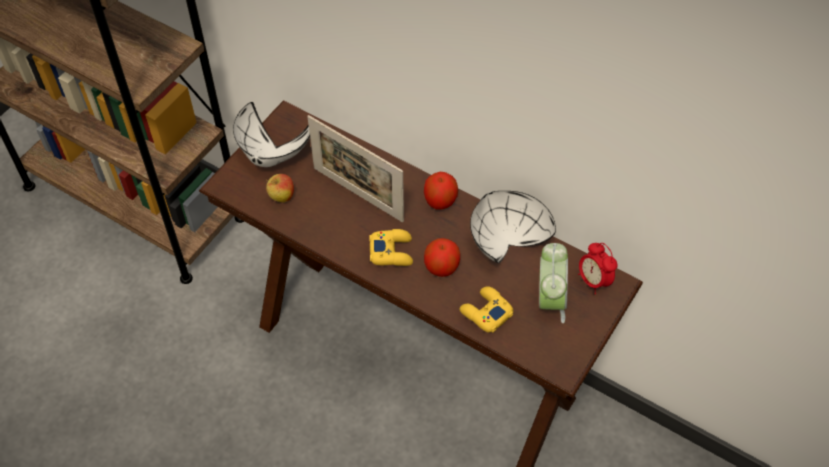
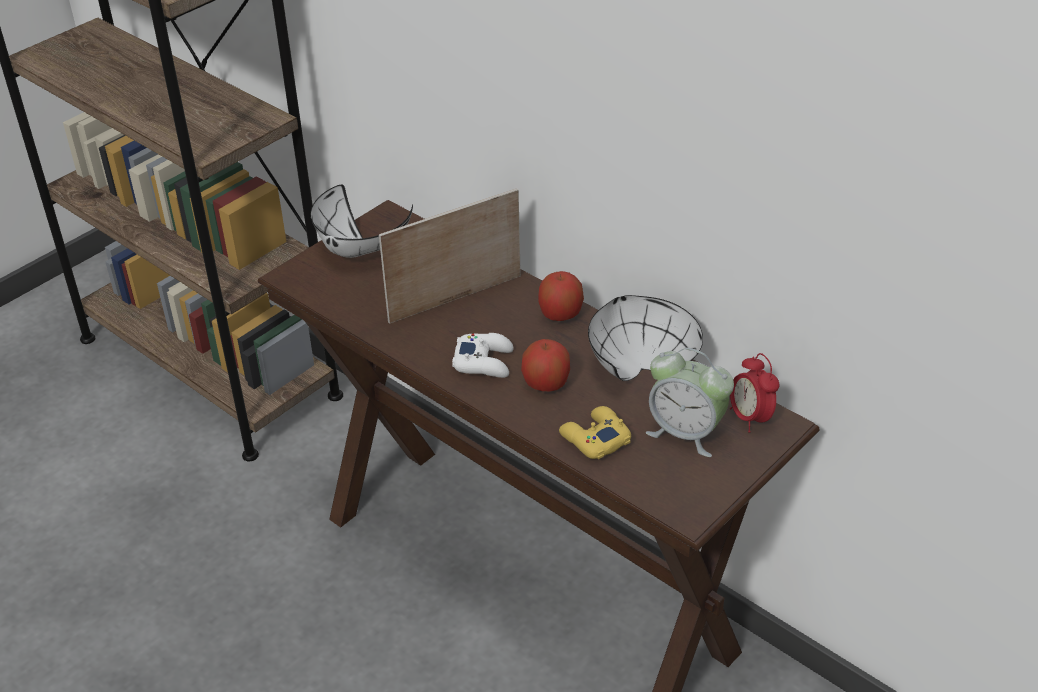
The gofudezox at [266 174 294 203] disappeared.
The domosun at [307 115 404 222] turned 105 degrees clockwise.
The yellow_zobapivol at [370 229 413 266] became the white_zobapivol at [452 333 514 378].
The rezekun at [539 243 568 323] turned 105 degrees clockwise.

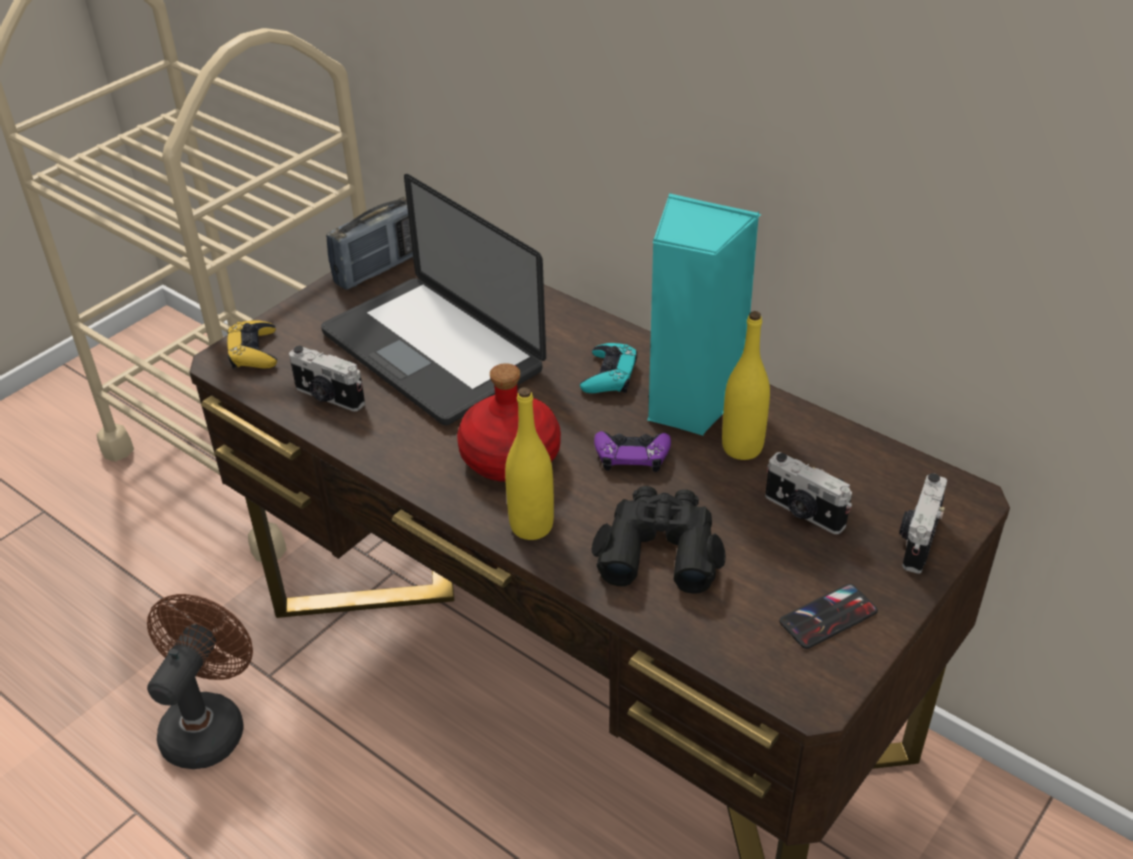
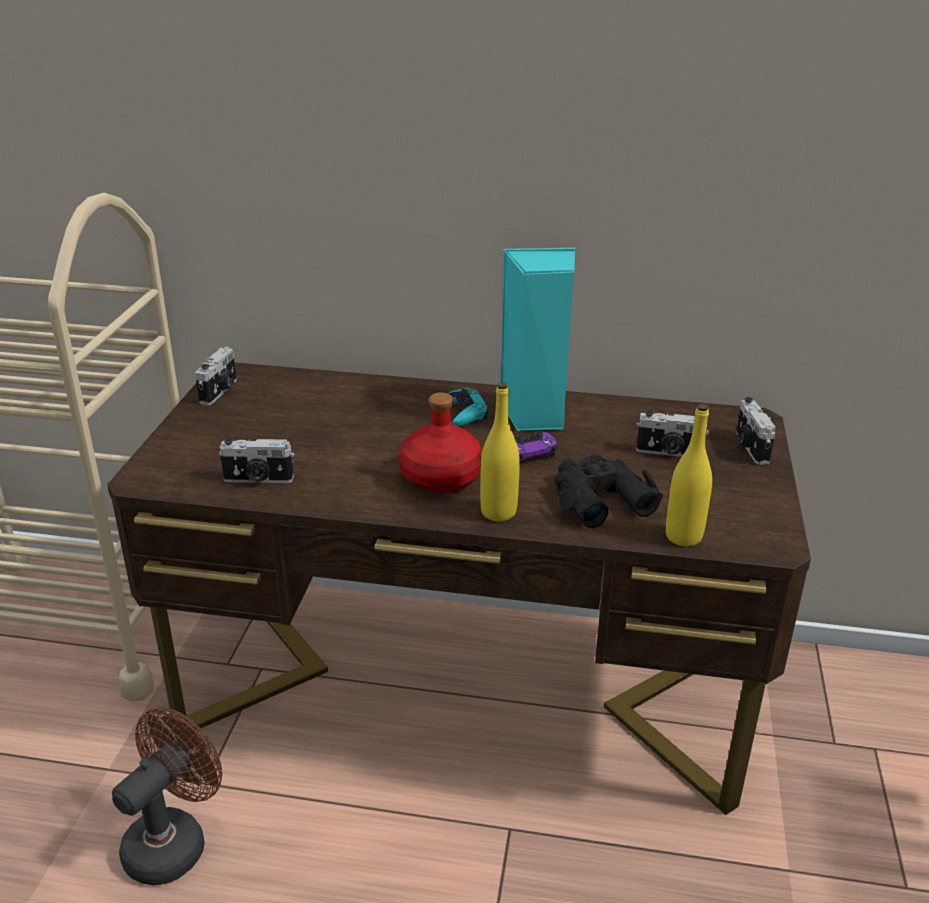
The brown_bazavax at [147 594 253 769] turned 45 degrees clockwise.
The yellow_zobapivol at [227 320 277 369] disappeared.
The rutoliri at [321 174 546 425] disappeared.
The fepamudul at [326 196 413 290] was replaced by the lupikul at [195 347 237 405].
The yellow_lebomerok moved from [722 311 770 460] to [666 404 712 546].
The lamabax at [779 584 878 649] disappeared.

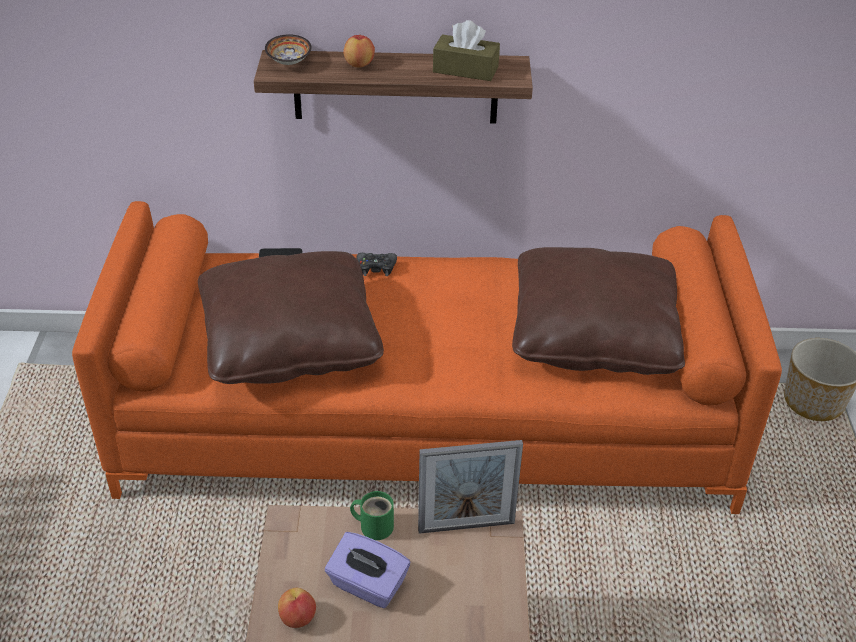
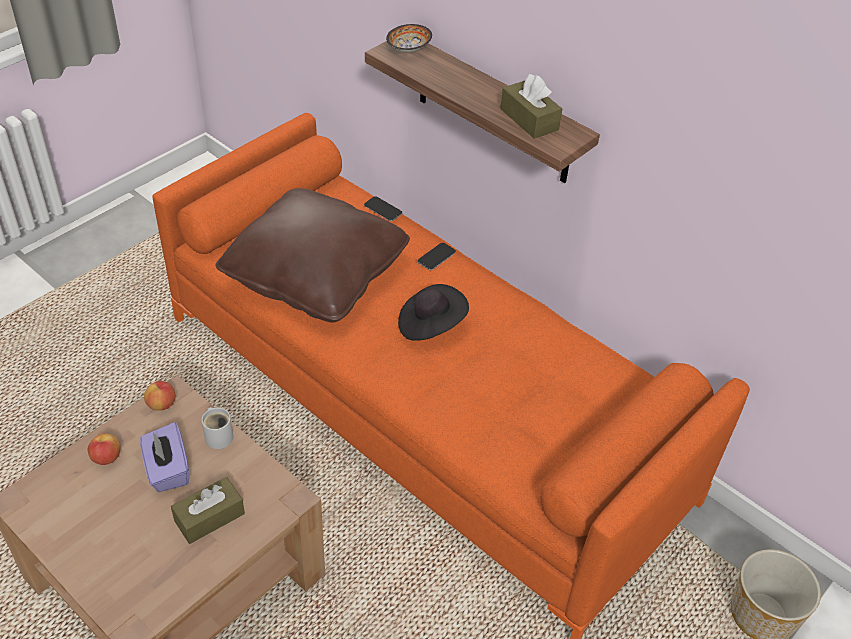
The gofudezox moved from [343 35 375 67] to [144 381 176 411].
The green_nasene at [350 491 394 540] became the white_nasene at [201 407 233 449].
The black_zobapivol at [356 253 397 276] was replaced by the lamabax at [417 243 456 270].
The domosun at [418 440 523 534] disappeared.
The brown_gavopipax at [512 247 685 375] disappeared.
The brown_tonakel at [171 477 245 544] appeared.
The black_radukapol at [398 284 469 341] appeared.

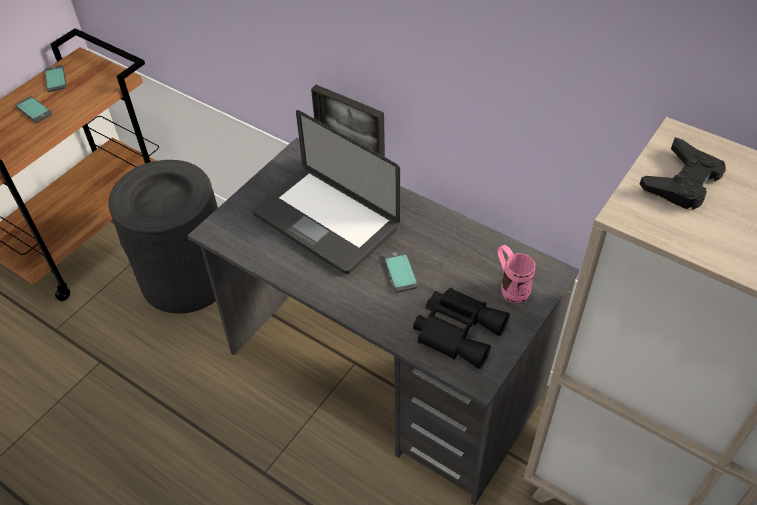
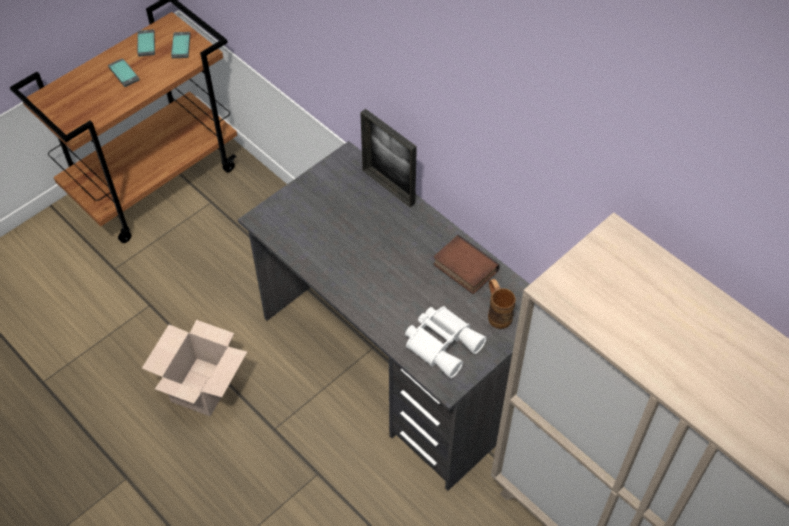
The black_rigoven at [109 160 218 314] disappeared.
The rutoliri at [252 110 400 274] disappeared.
The lamabax moved from [383 250 418 293] to [171 32 191 58].
The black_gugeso at [413 287 510 369] became the white_gugeso at [405 306 487 378].
The pink_nasene at [497 245 535 303] became the brown_nasene at [488 279 516 329].
The black_zobapivol at [640 137 726 210] disappeared.
The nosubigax at [142 320 247 417] appeared.
The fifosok at [433 234 500 294] appeared.

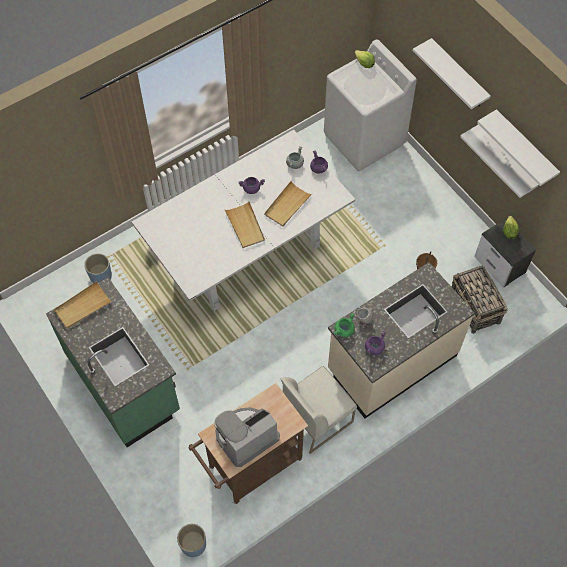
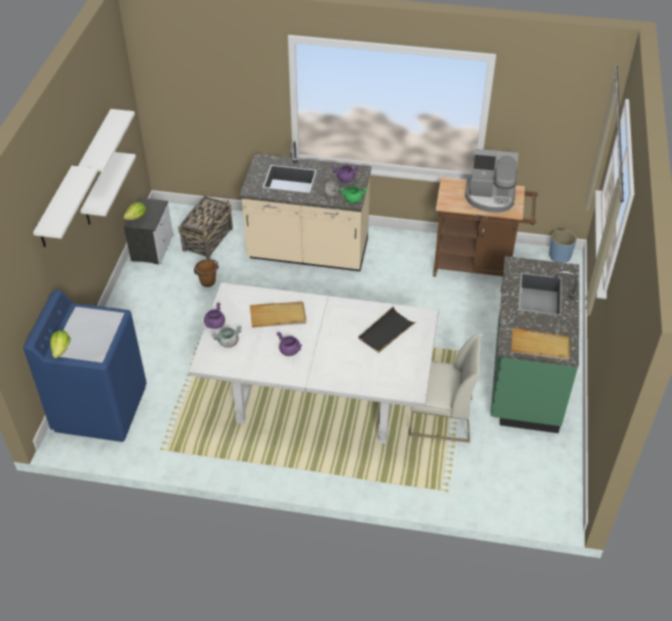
The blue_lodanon at [84 253 112 283] disappeared.
The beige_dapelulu at [224 202 265 248] disappeared.
The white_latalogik moved from [280 366 357 454] to [409 332 481 443].
The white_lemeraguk at [324 39 417 171] became the blue_lemeraguk at [23 290 147 442].
The black_dapelulu at [358 306 416 353] appeared.

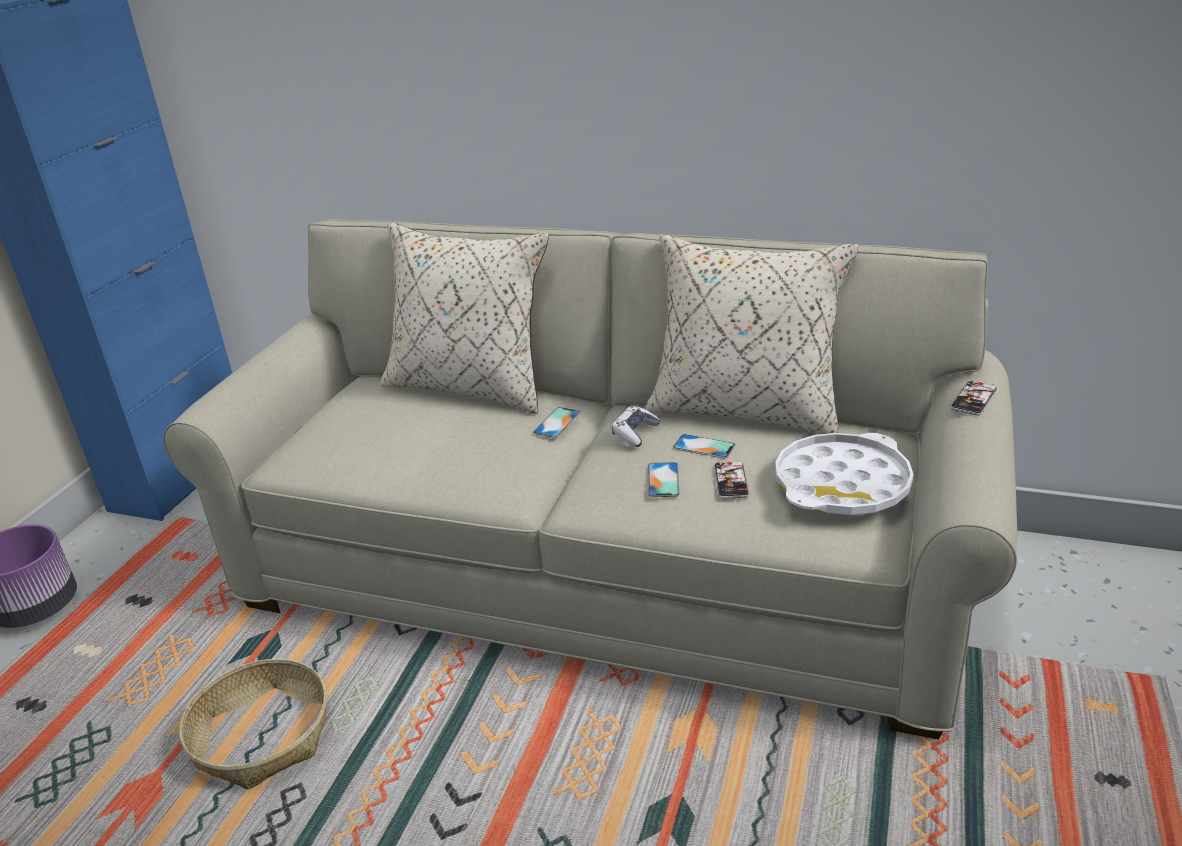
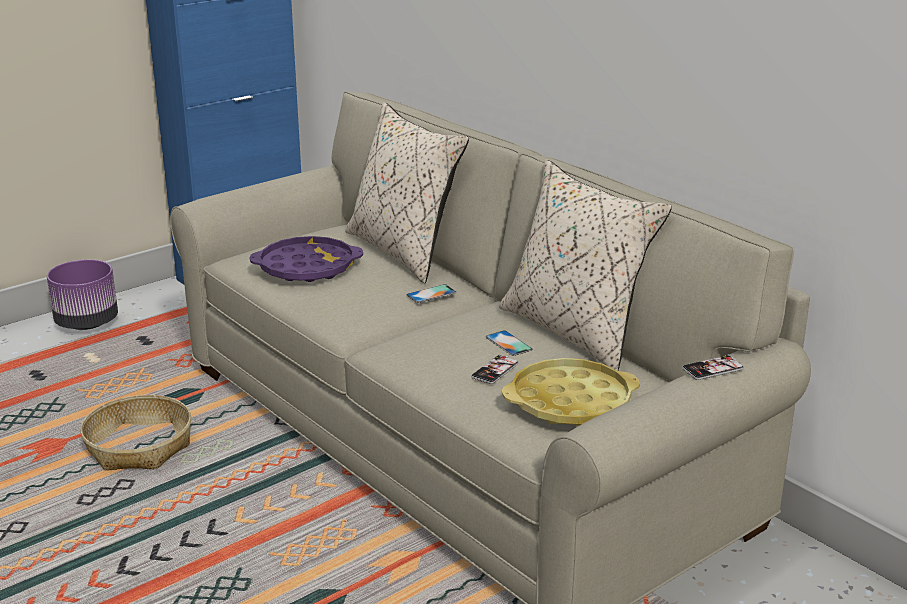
The zobapivol at [612 406 660 447] disappeared.
The lamabax at [648 462 680 497] disappeared.
The white_dapelulu at [775 433 913 516] became the yellow_dapelulu at [502 358 640 426].
The purple_dapelulu at [250 236 363 282] appeared.

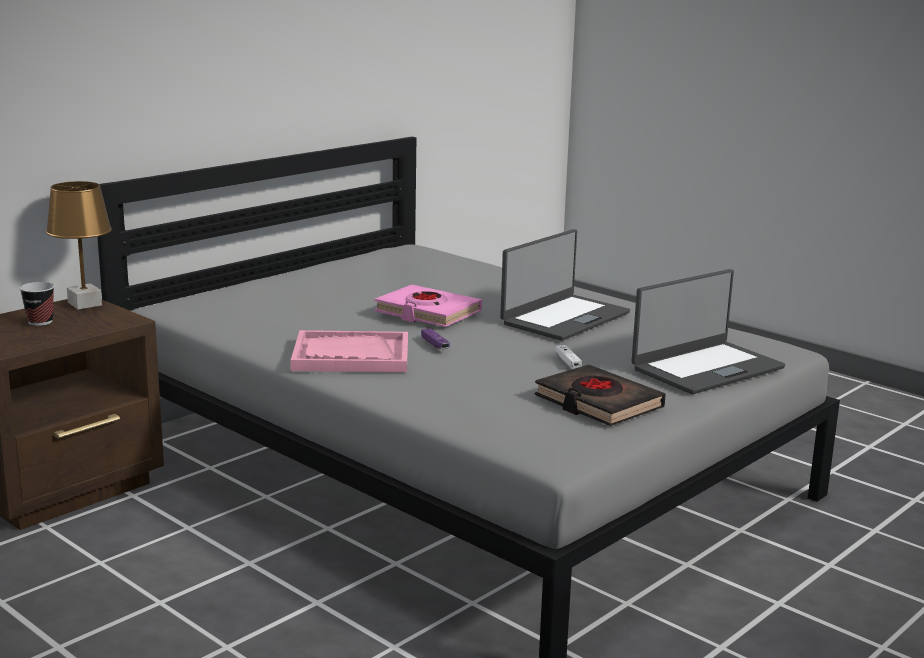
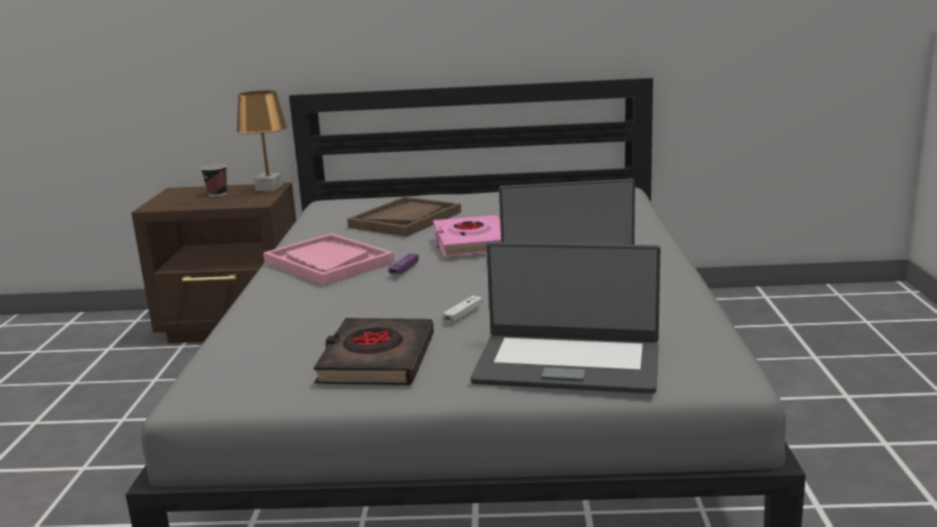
The brown_dapelulu at [347 197 461 237] appeared.

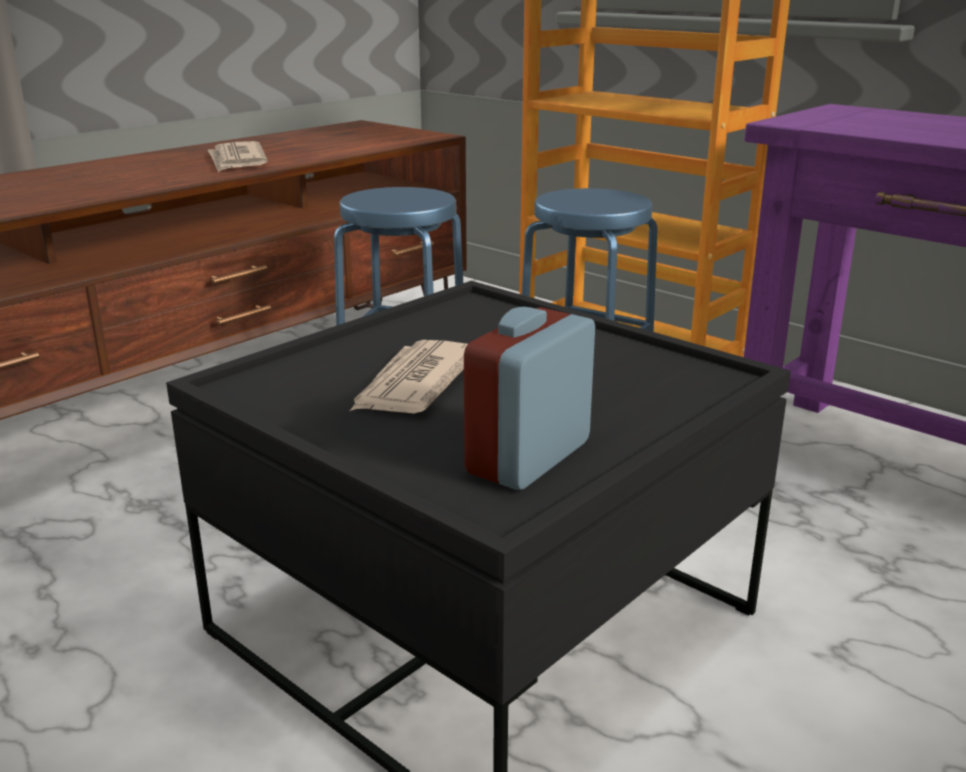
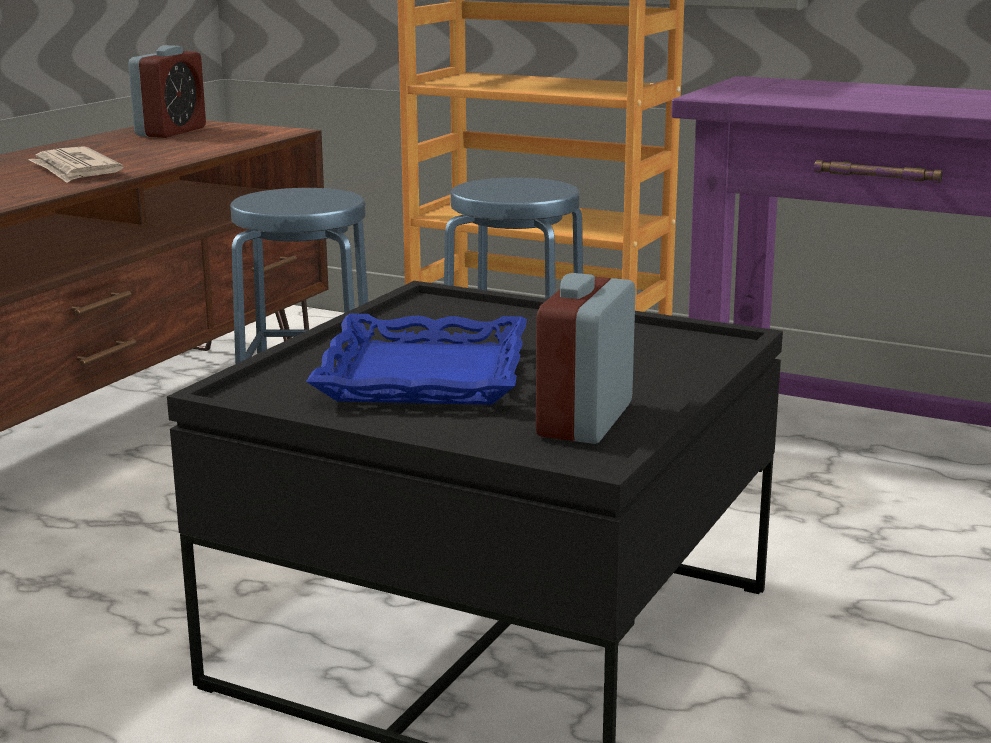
The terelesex at [350 340 468 414] was replaced by the blue_dapelulu at [306 314 527 405].
The rezekun at [128 45 206 138] appeared.

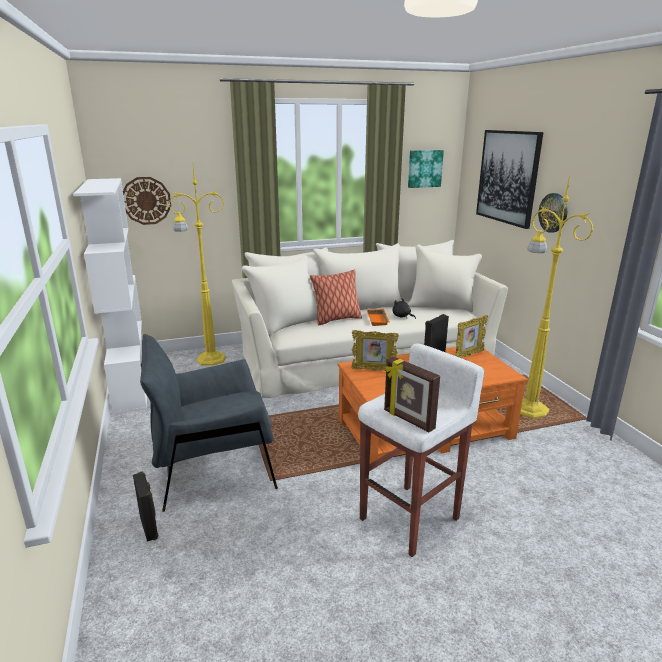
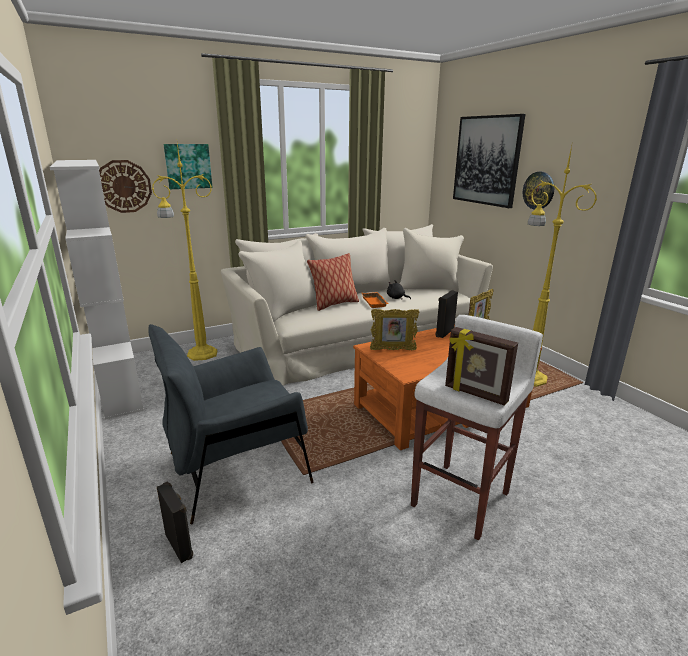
The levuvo moved from [408 150 444 188] to [164 144 212 189].

